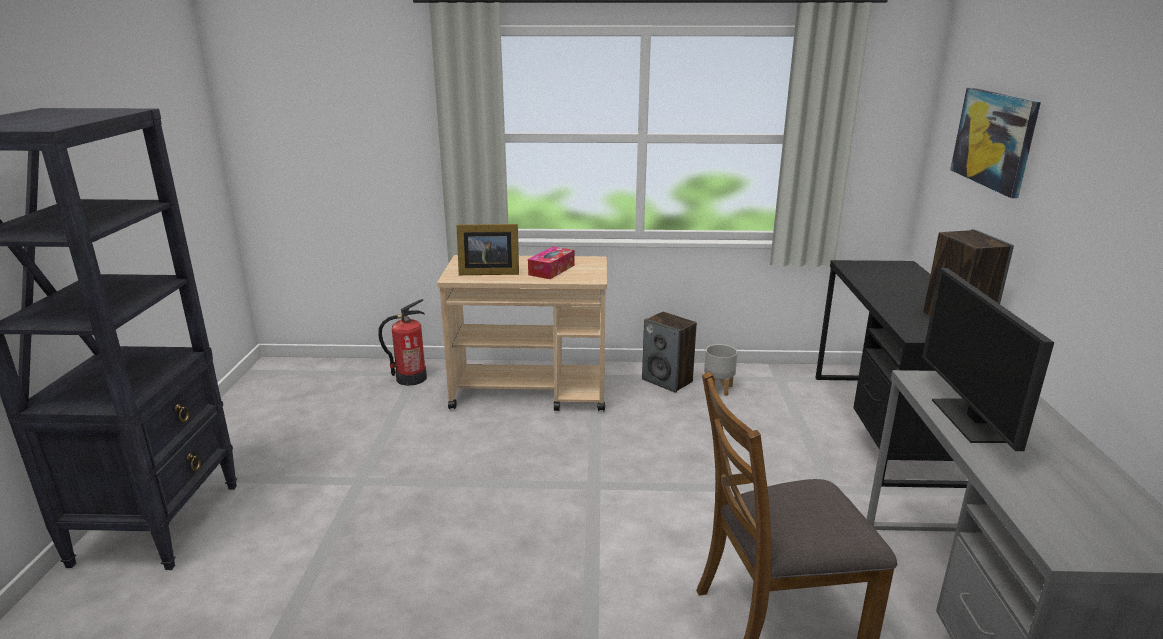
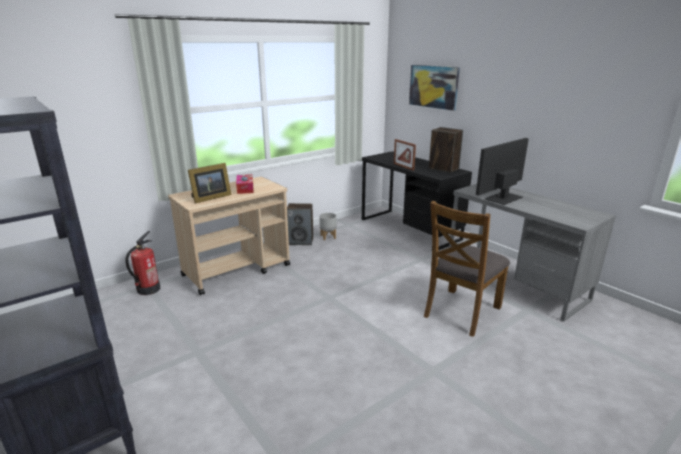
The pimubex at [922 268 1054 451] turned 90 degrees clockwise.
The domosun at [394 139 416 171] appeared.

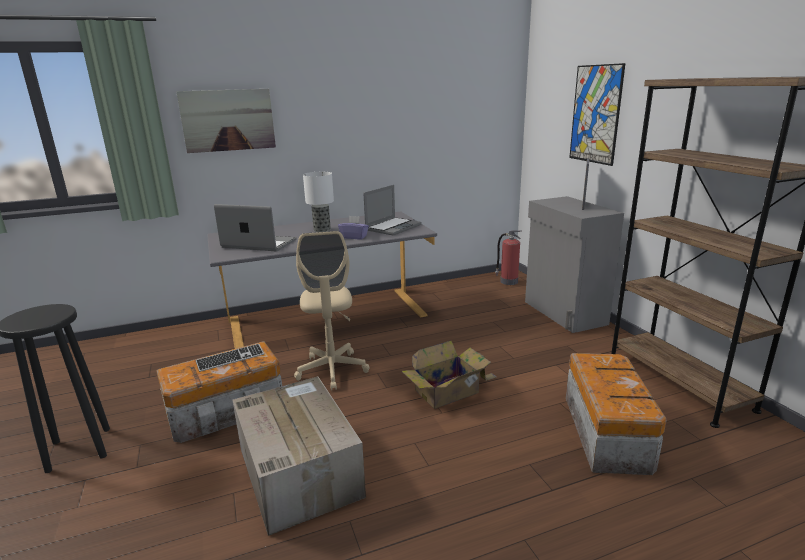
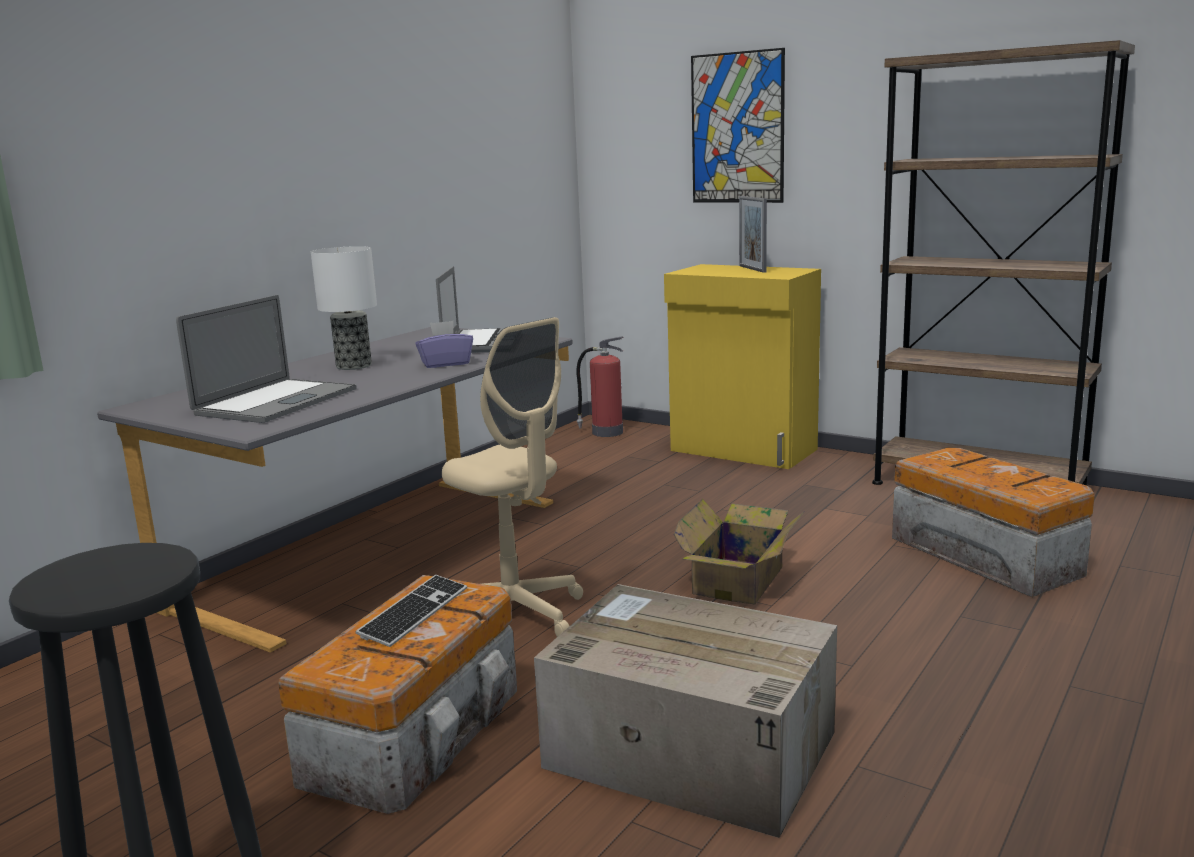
The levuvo at [176 89 276 153] disappeared.
The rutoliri at [214 204 297 251] turned 135 degrees clockwise.
The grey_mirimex at [525 196 624 333] became the yellow_mirimex at [664 264 821 469].

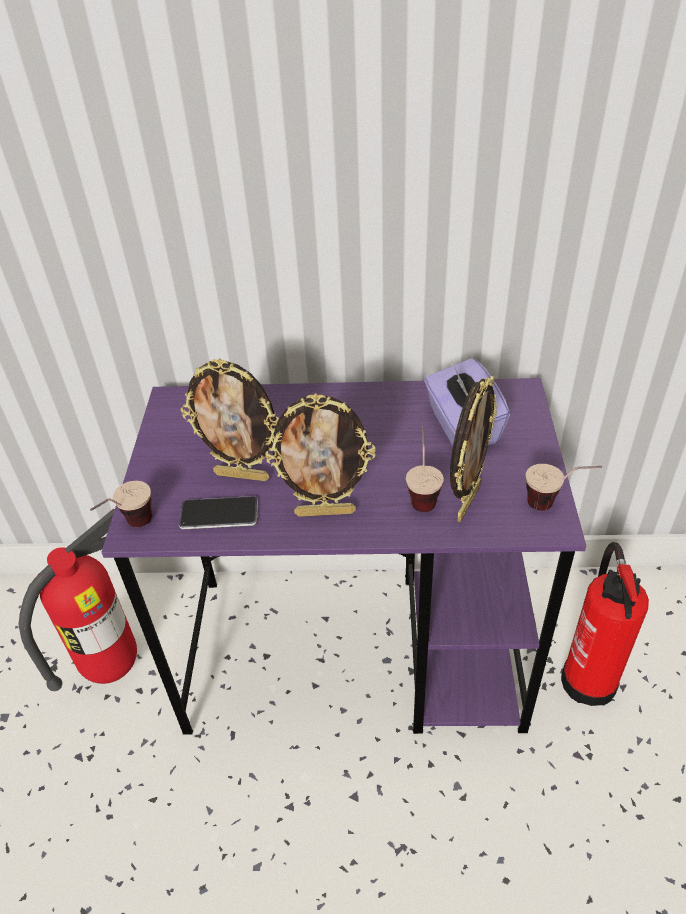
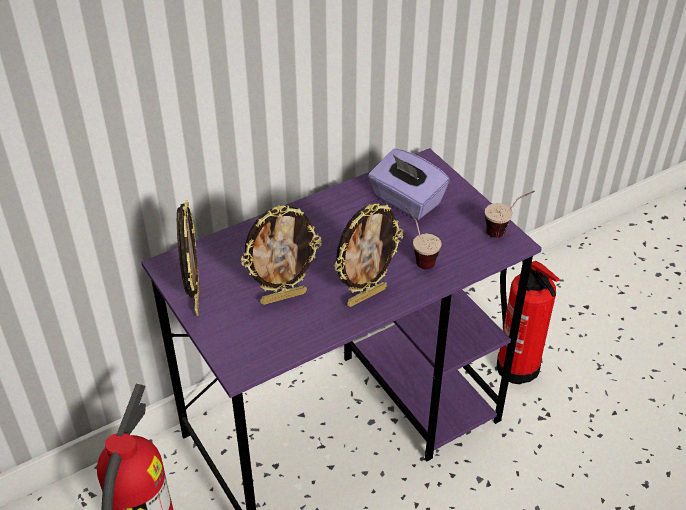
The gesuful at [90 481 152 527] disappeared.
The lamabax at [179 496 258 529] disappeared.
The domosun moved from [450 376 497 522] to [177 200 200 316].

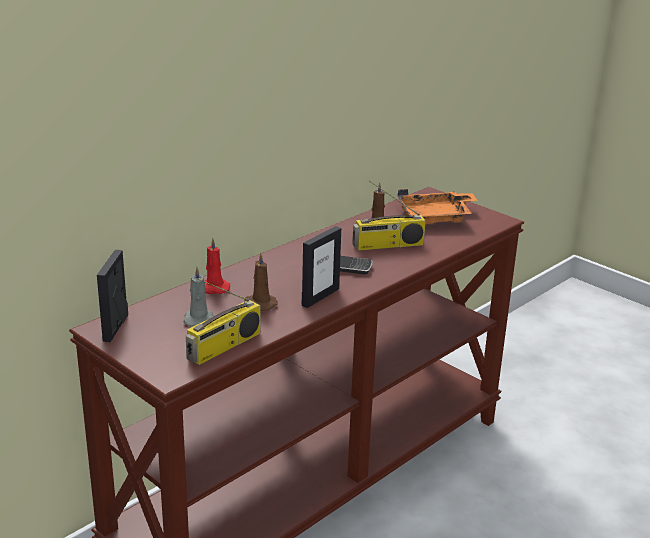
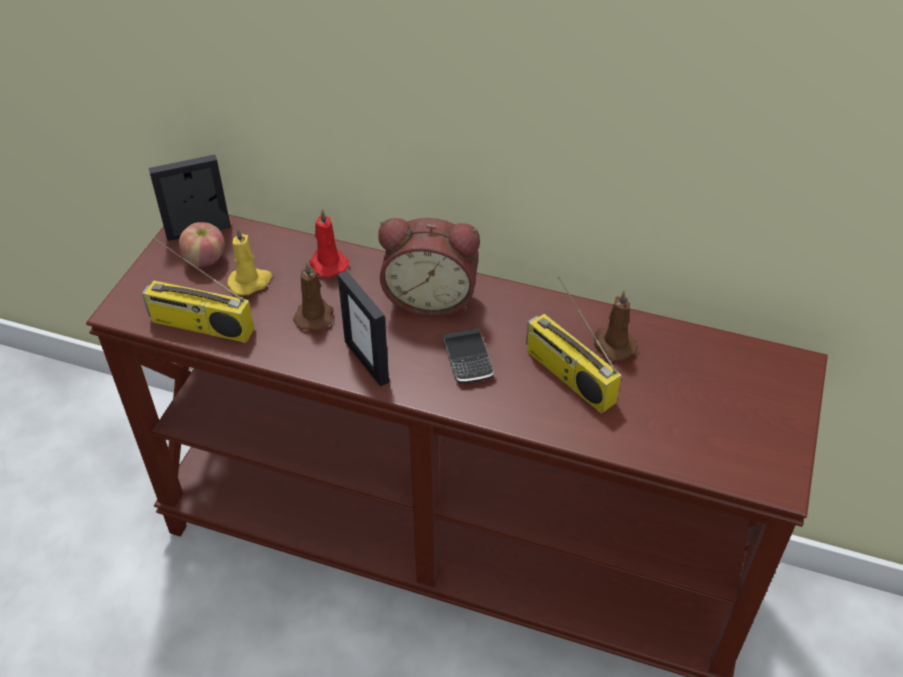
The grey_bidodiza at [183 267 213 327] became the yellow_bidodiza at [227 227 272 295].
The domosun at [302 226 341 308] turned 45 degrees clockwise.
The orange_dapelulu at [397 189 478 224] disappeared.
The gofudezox at [179 222 225 267] appeared.
The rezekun at [378 218 480 317] appeared.

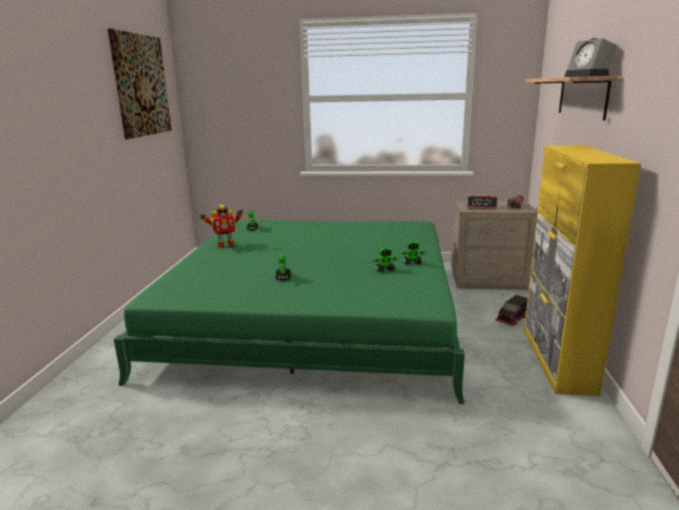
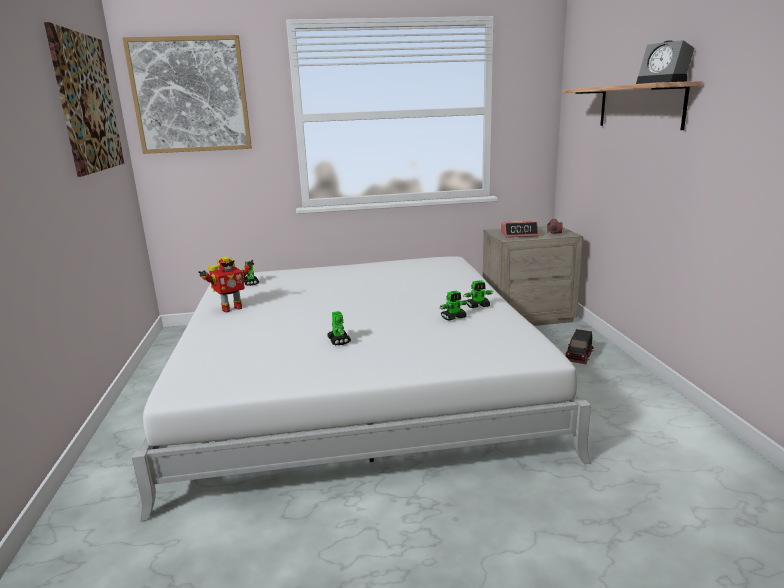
The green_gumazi at [114 221 465 404] became the white_gumazi at [132 256 591 521].
The yellow_mirimex at [524 145 641 396] disappeared.
The levuvo at [122 35 252 154] appeared.

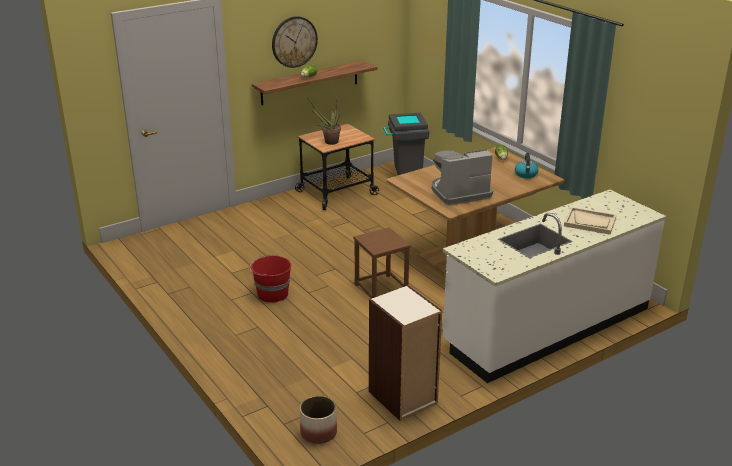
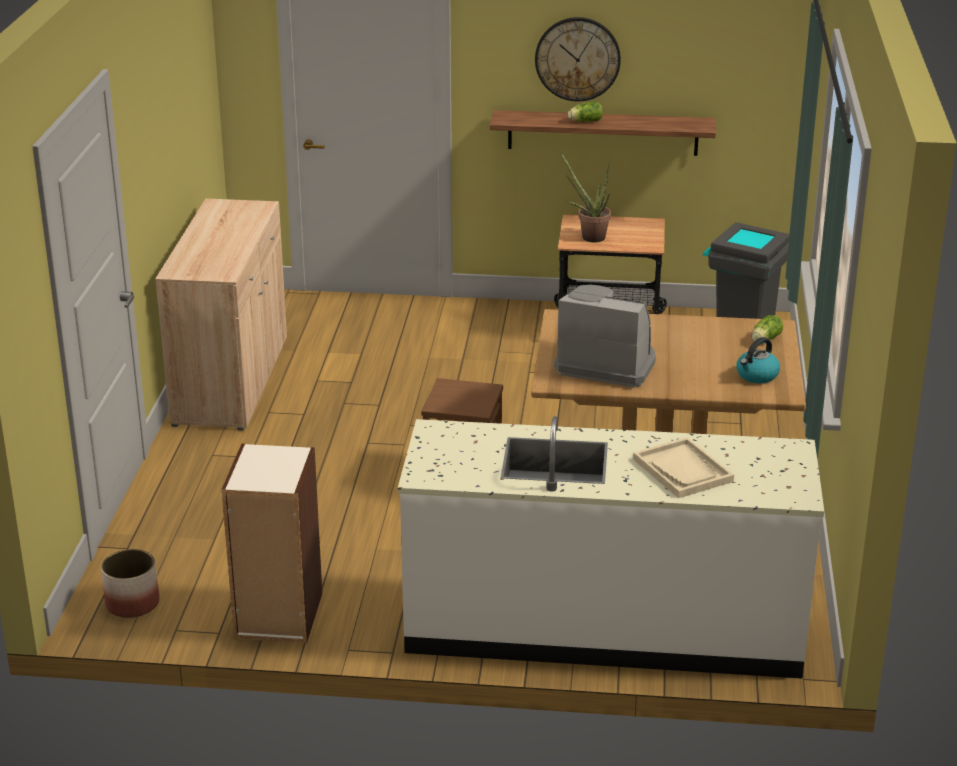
The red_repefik at [249 254 291 303] disappeared.
The beige_mirimex at [155 198 287 431] appeared.

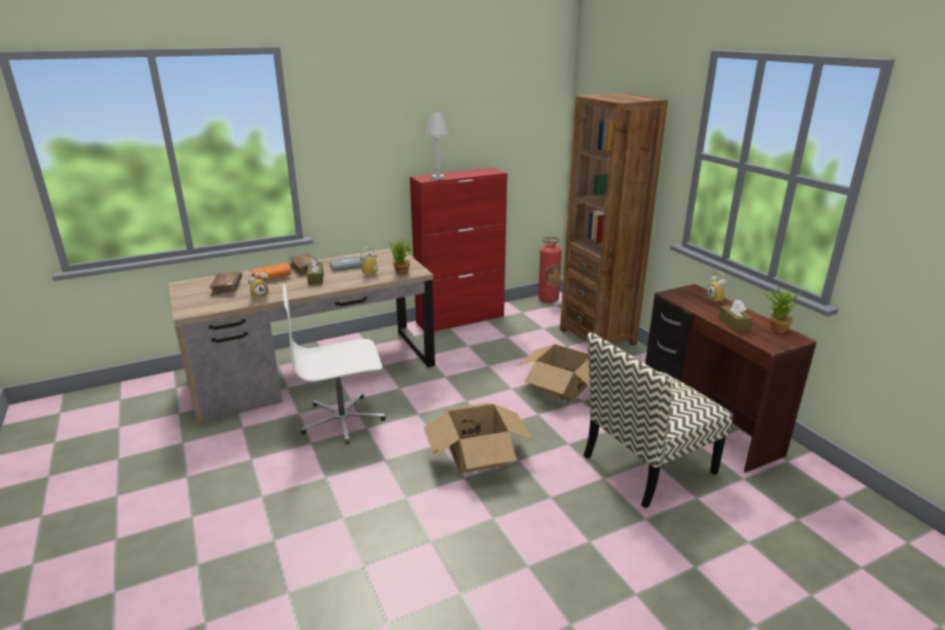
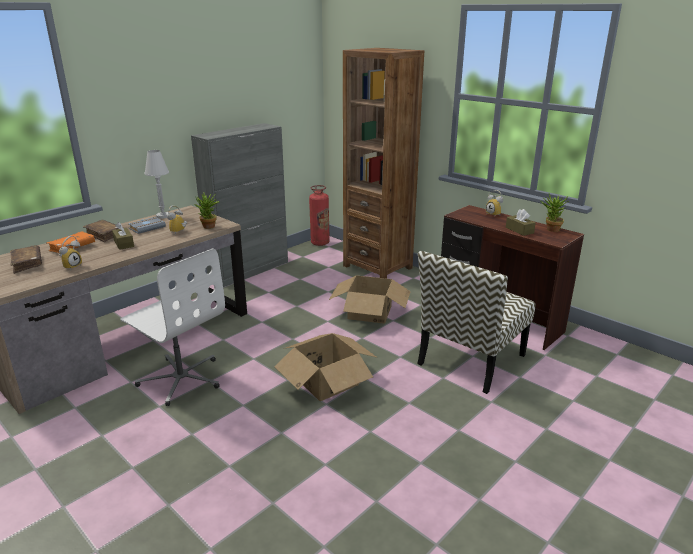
The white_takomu at [283 284 386 444] turned 105 degrees counterclockwise.
The red_mirimex at [410 168 507 331] became the grey_mirimex at [191 123 288 287].
The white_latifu moved from [425 110 449 180] to [145 150 169 219].

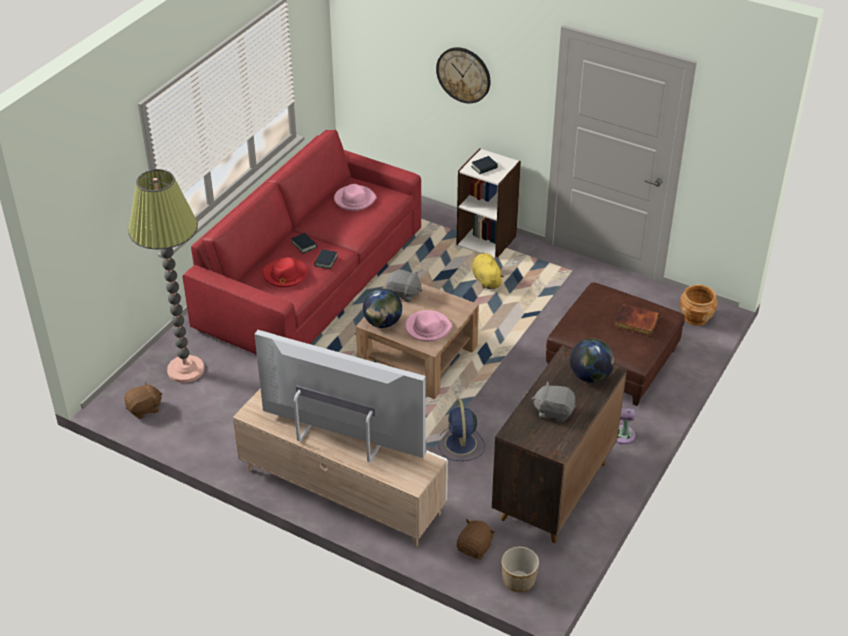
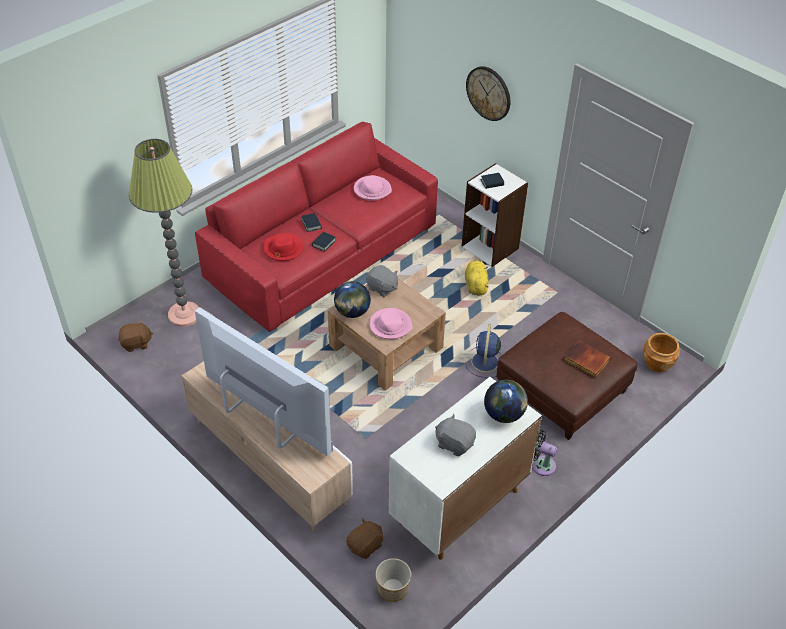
The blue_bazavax moved from [438 399 485 461] to [466 324 502 378].
The brown_mirimex at [492 346 627 543] became the white_mirimex at [389 377 542 560].

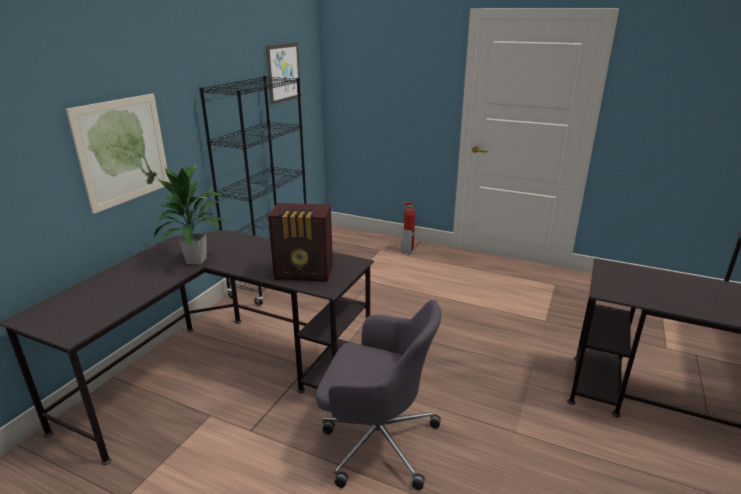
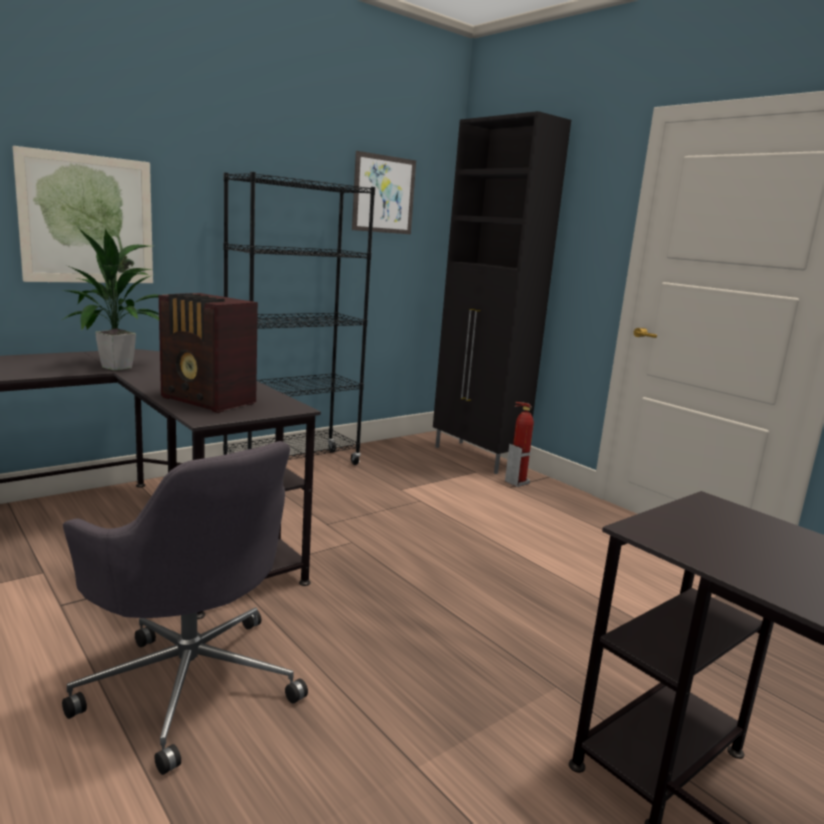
The black_mirimex at [433 111 571 474] appeared.

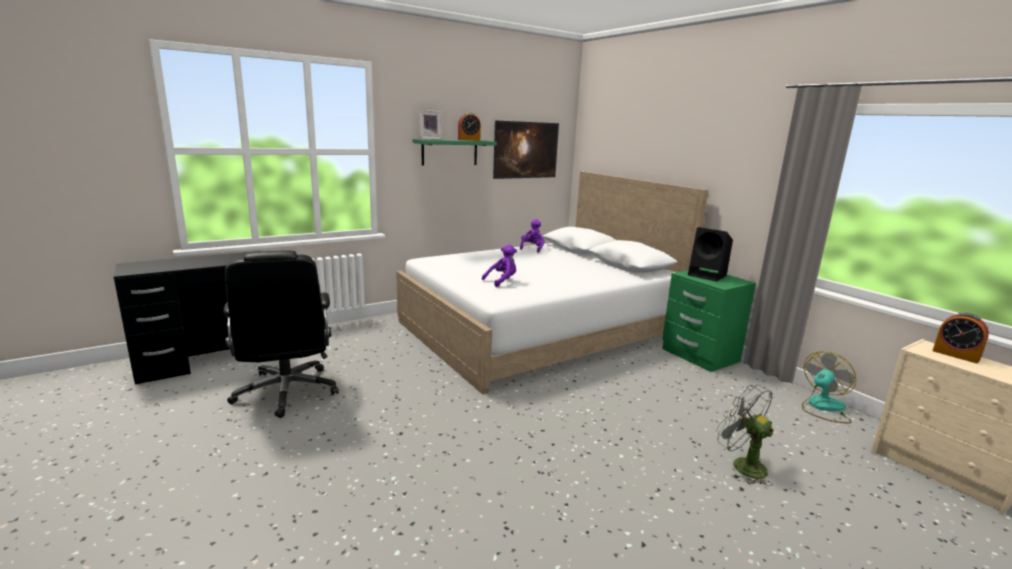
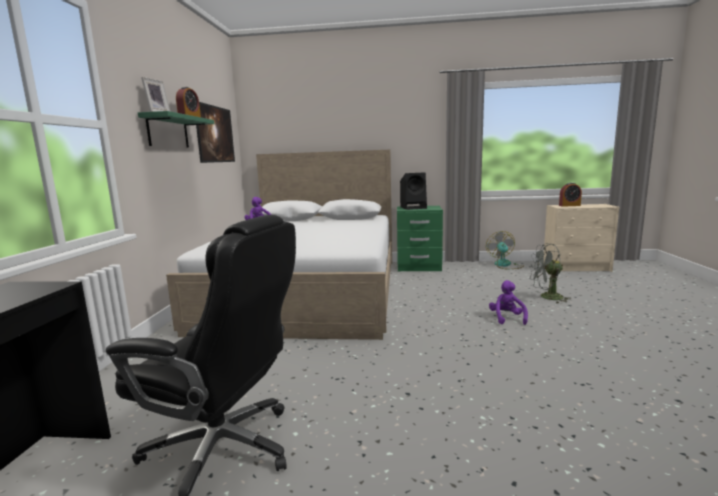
The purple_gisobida moved from [482 245 517 287] to [489 280 528 325].

